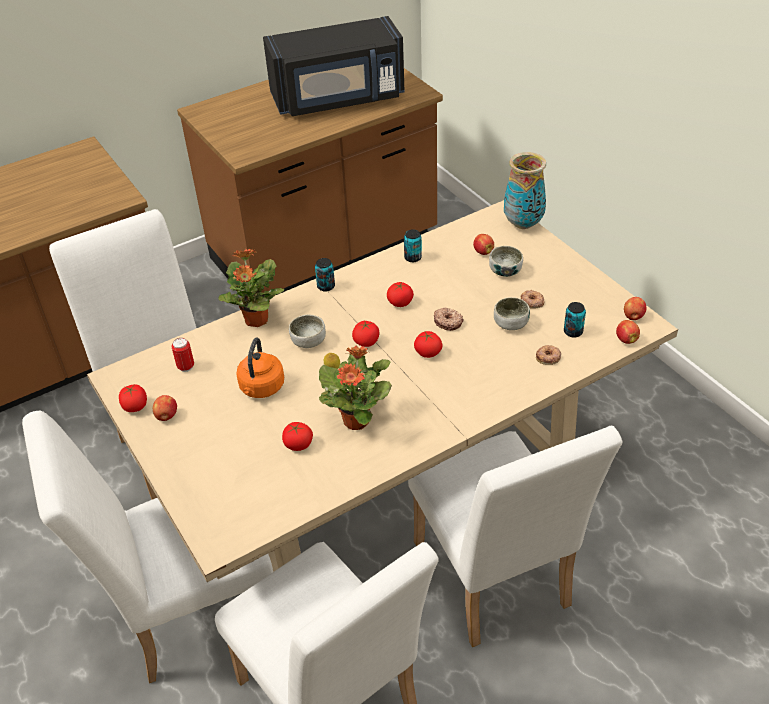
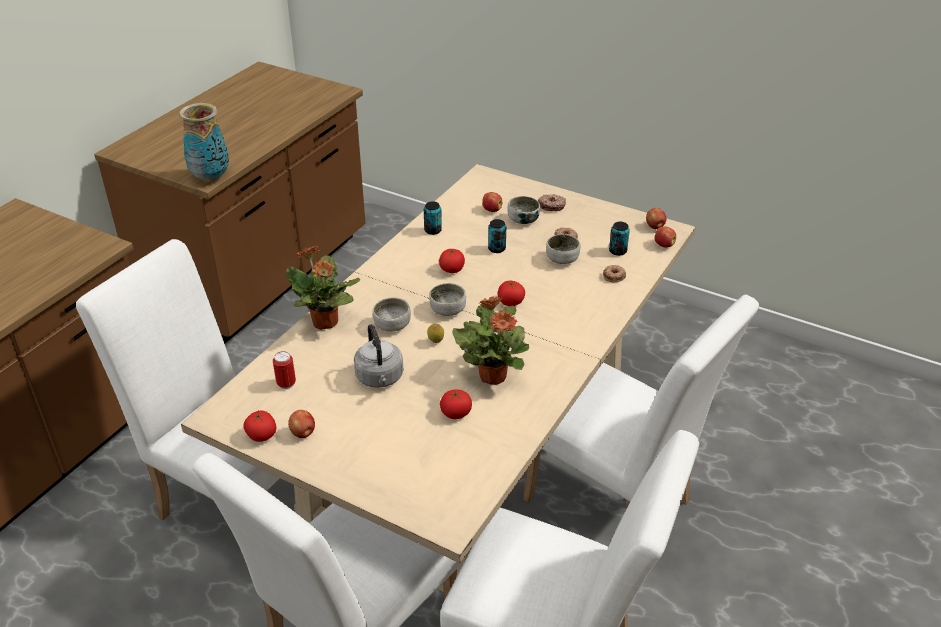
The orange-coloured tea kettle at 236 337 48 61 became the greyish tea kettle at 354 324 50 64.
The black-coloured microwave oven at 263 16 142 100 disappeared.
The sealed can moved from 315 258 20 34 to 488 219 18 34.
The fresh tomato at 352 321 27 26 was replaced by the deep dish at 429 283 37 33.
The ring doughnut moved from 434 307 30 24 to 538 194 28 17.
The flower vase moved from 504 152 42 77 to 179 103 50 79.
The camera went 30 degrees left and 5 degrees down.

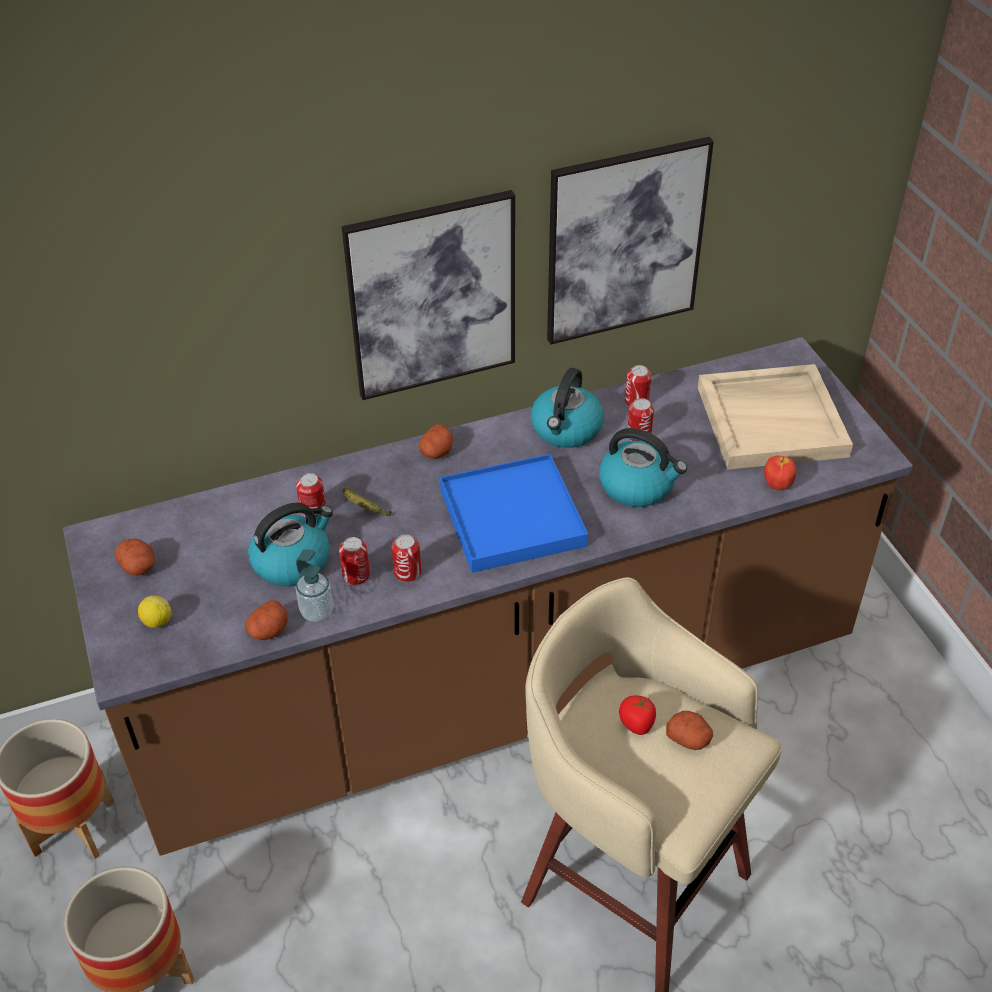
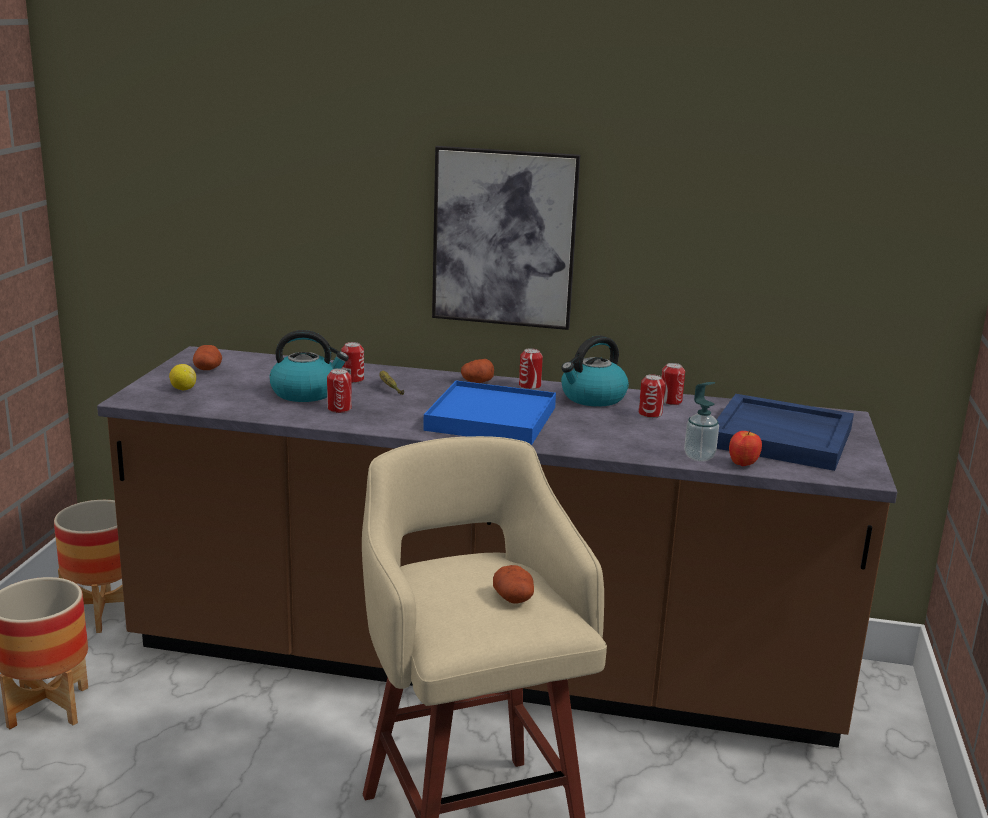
The spud at 245 600 43 40 disappeared.
The soap bottle moved from 295 549 38 73 to 684 382 35 79.
The sealed can moved from 391 534 30 48 to 519 348 24 42.
The wall art at 547 137 167 208 disappeared.
The tea kettle at 599 428 88 79 disappeared.
The fresh tomato at 619 695 37 40 disappeared.
The beige-coloured carrying tray at 698 364 155 106 became the blue carrying tray at 717 394 137 77.
The camera went 30 degrees right and 25 degrees down.

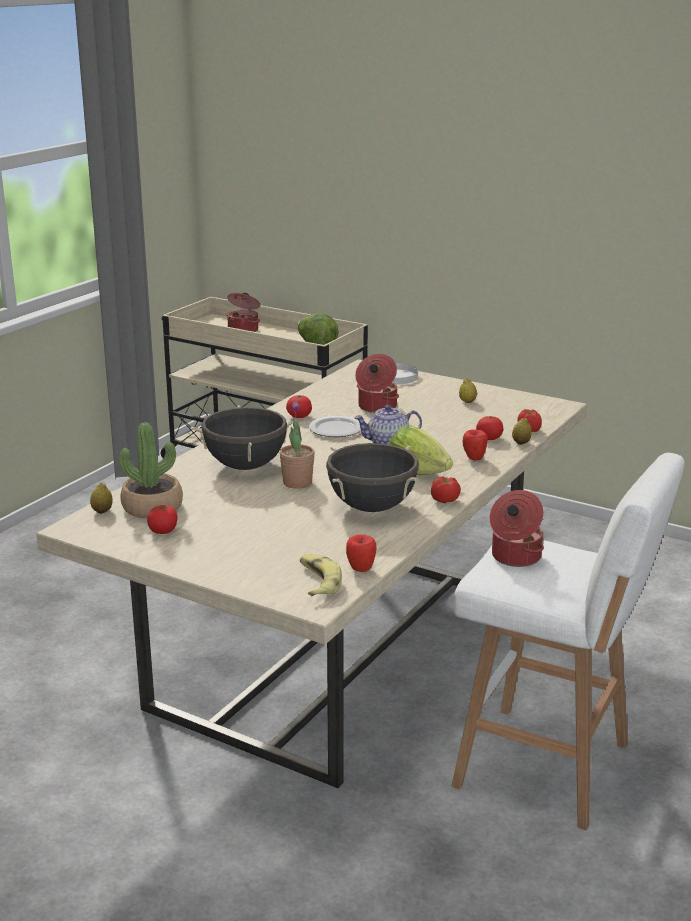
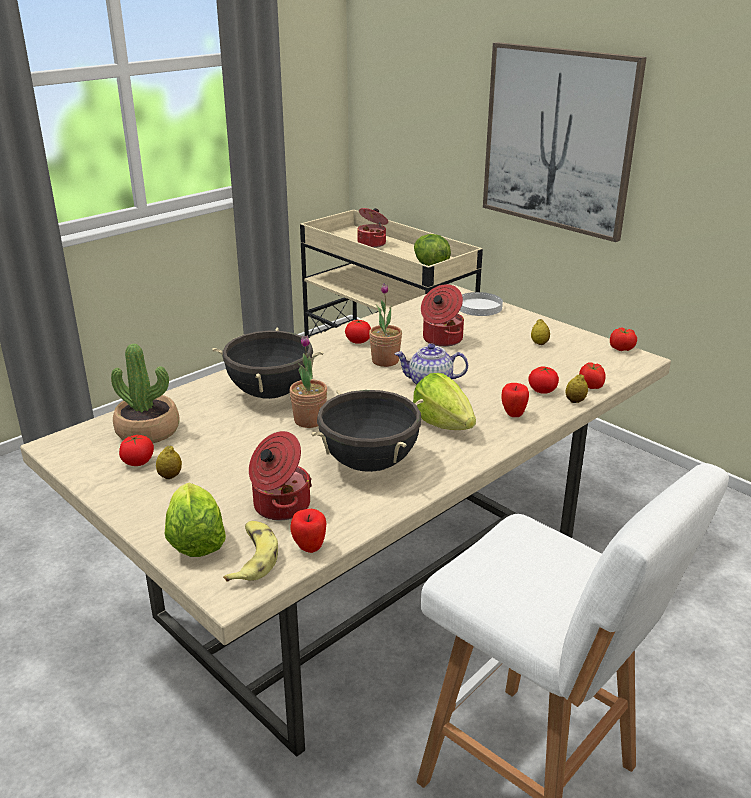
The whole lemon moved from 90 483 23 31 to 156 446 26 33.
The plate at 309 416 52 21 was replaced by the plant in a pot at 369 283 33 84.
The fresh tomato moved from 431 476 30 27 to 610 328 27 23.
The saucepot moved from 490 490 54 77 to 249 431 63 89.
The lettuce at 165 483 61 74 appeared.
The wall art at 483 42 164 200 appeared.
The camera went 15 degrees right and 5 degrees up.

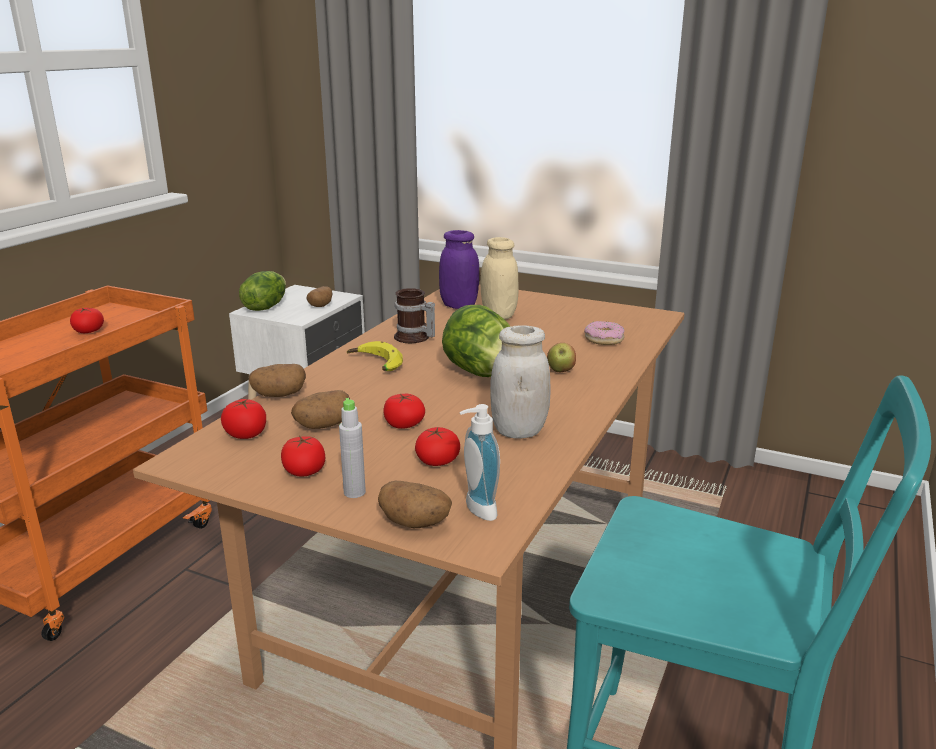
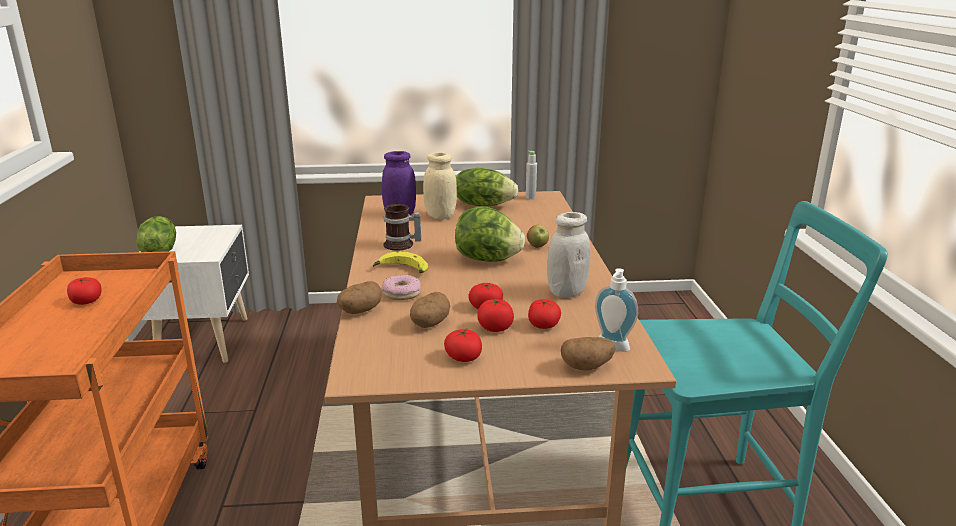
The fresh tomato moved from 221 399 45 40 to 477 299 37 33.
The spud at 307 286 25 21 disappeared.
The greyish bottle moved from 339 398 27 100 to 526 151 11 48.
The ring doughnut moved from 584 321 41 24 to 382 275 39 25.
The lettuce at 456 168 62 38 appeared.
The camera went 30 degrees left and 0 degrees up.

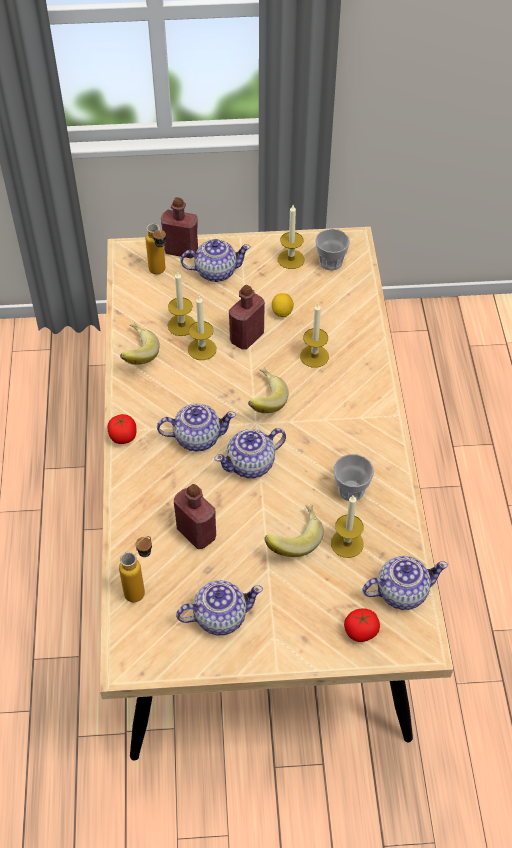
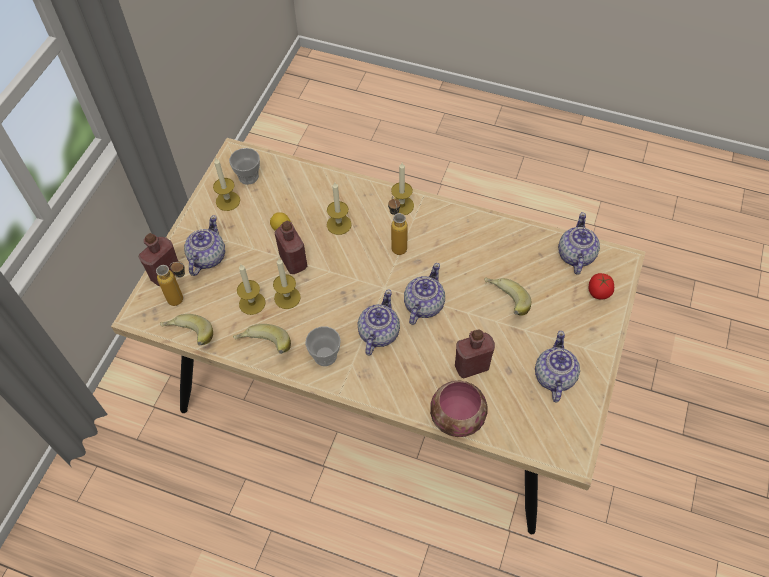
The fresh tomato at 107 414 30 30 disappeared.
The bottle moved from 119 536 33 66 to 388 196 20 59.
The tea pot at 214 428 72 50 turned 150 degrees counterclockwise.
The banana fruit moved from 248 367 41 46 to 160 314 53 32.
The candle moved from 331 495 33 63 to 391 163 23 52.
The small cup moved from 334 454 40 47 to 305 326 36 40.
The deep dish at 430 380 58 57 appeared.
The camera went 65 degrees left and 5 degrees up.

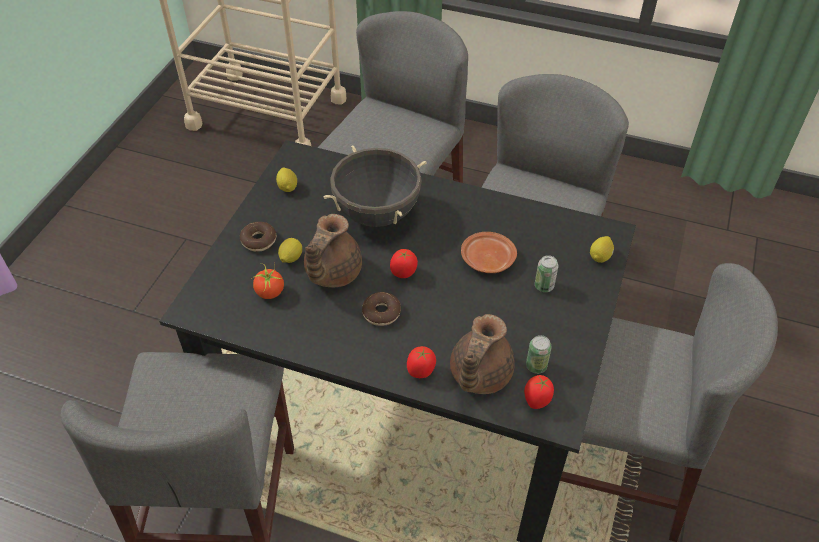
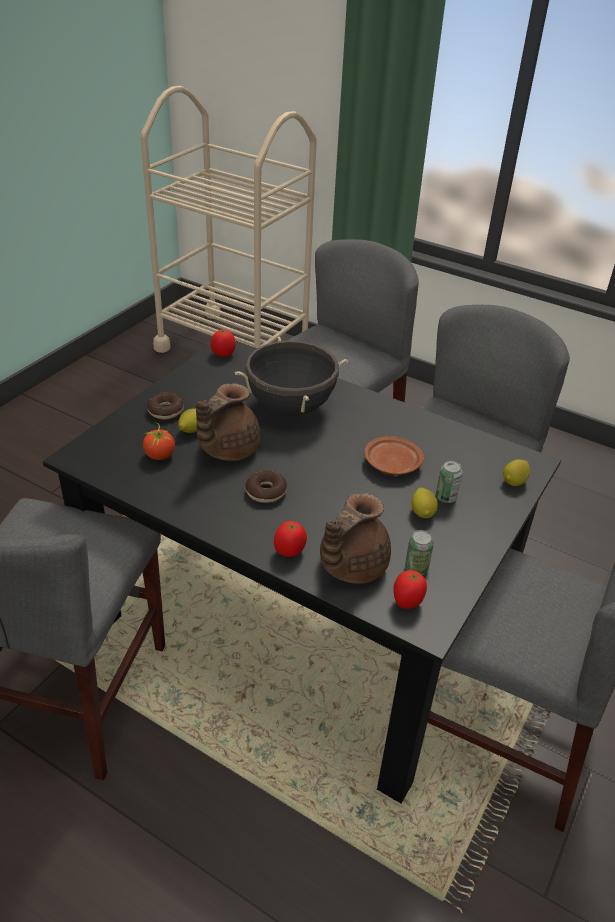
The whole lemon moved from 276 167 21 25 to 411 488 27 31.
The fresh tomato moved from 390 249 28 29 to 211 329 25 28.
The camera went 10 degrees right and 10 degrees down.

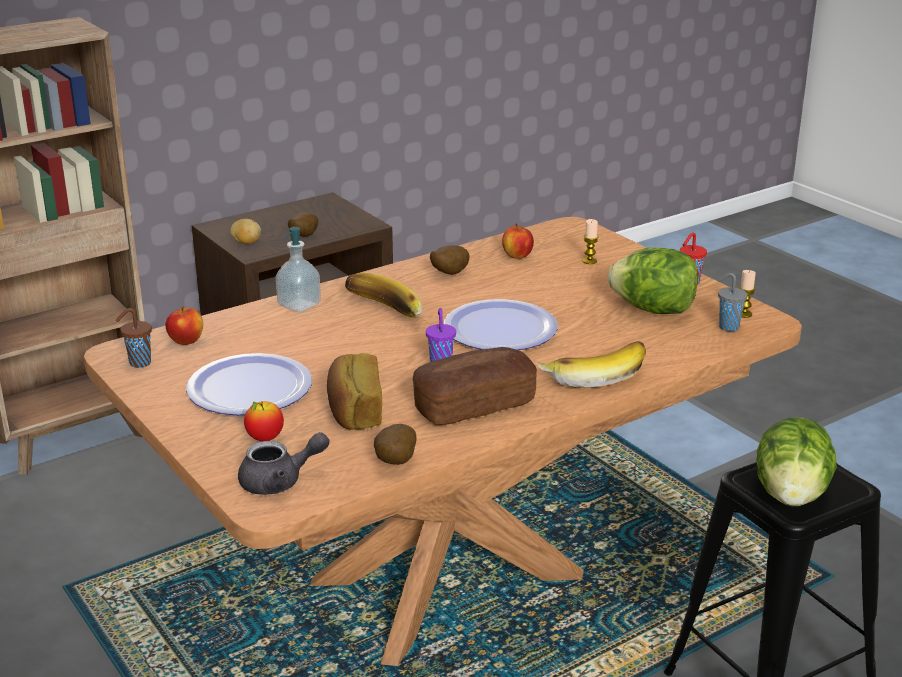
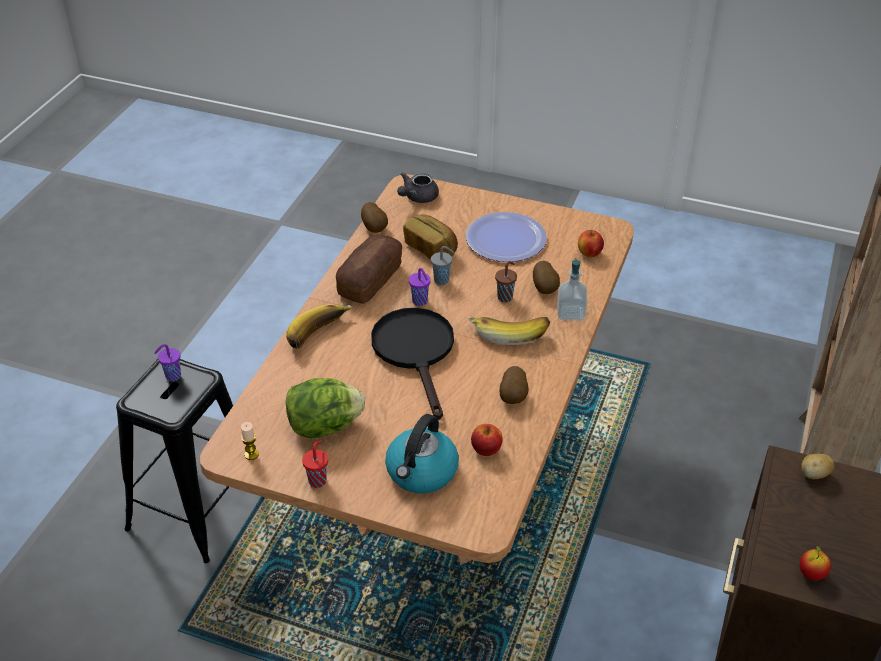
The brown small cup moved from 116 308 36 60 to 495 261 22 41.
The apple fruit moved from 244 401 40 40 to 799 545 32 35.
The spud moved from 288 212 30 25 to 533 261 27 33.
The plate at 444 299 114 51 was replaced by the black-coloured pan at 371 308 83 112.
The candle at 582 219 16 45 was replaced by the tea kettle at 385 414 74 79.
The greyish small cup moved from 718 273 30 58 to 431 246 24 39.
The lettuce at 756 417 81 89 was replaced by the purple-coloured small cup at 154 344 27 38.
The camera went 145 degrees right and 15 degrees up.

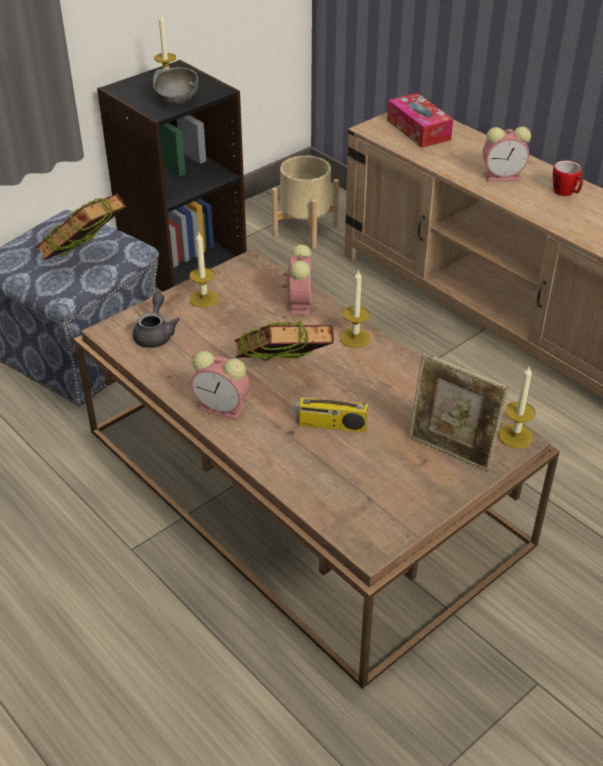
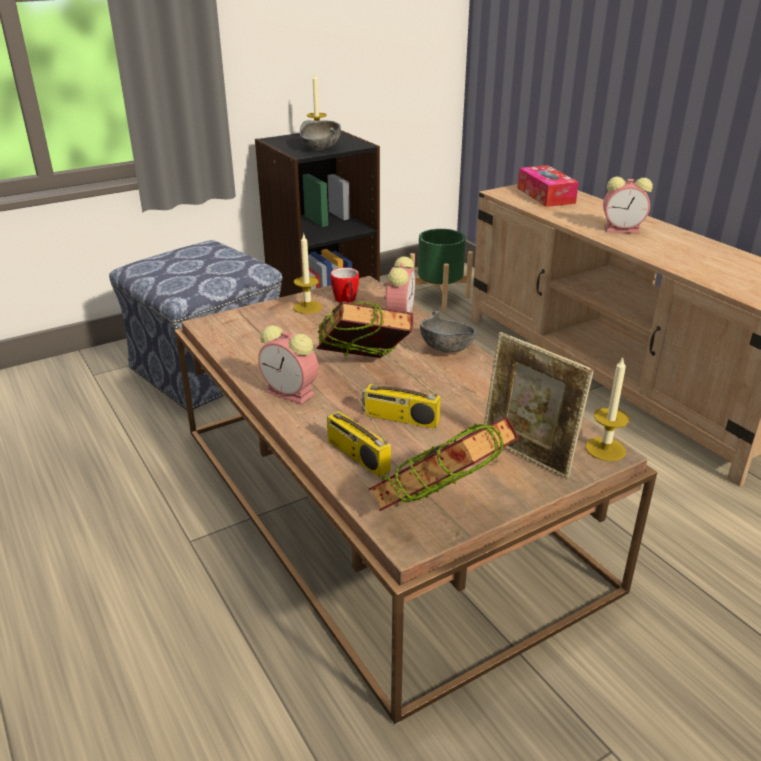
The volume moved from 35 194 91 66 to 368 417 151 94.
The greyish tea pot at 133 293 47 55 disappeared.
The beige-coloured plant pot at 272 155 67 94 became the green-coloured plant pot at 410 229 63 83.
The candle at 340 269 31 79 was replaced by the greyish deep dish at 420 311 56 42.
The coffee mug moved from 553 160 30 36 to 330 268 29 35.
The radio set at 327 376 64 101 appeared.
The camera went 10 degrees right and 10 degrees down.

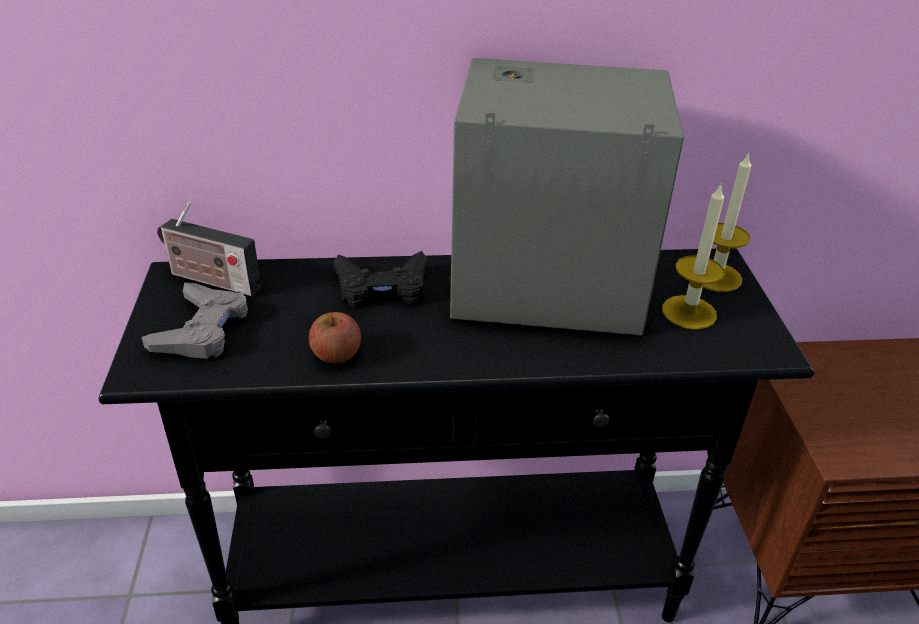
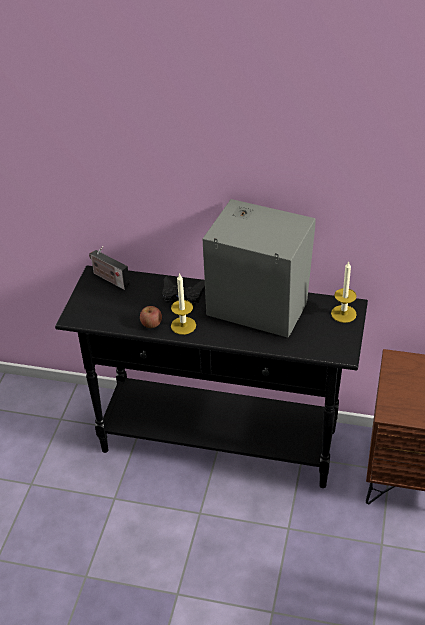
The greyish joypad at 141 282 107 77 disappeared.
The candle moved from 662 184 62 146 to 171 273 25 62.
The camera went 20 degrees right and 5 degrees up.

